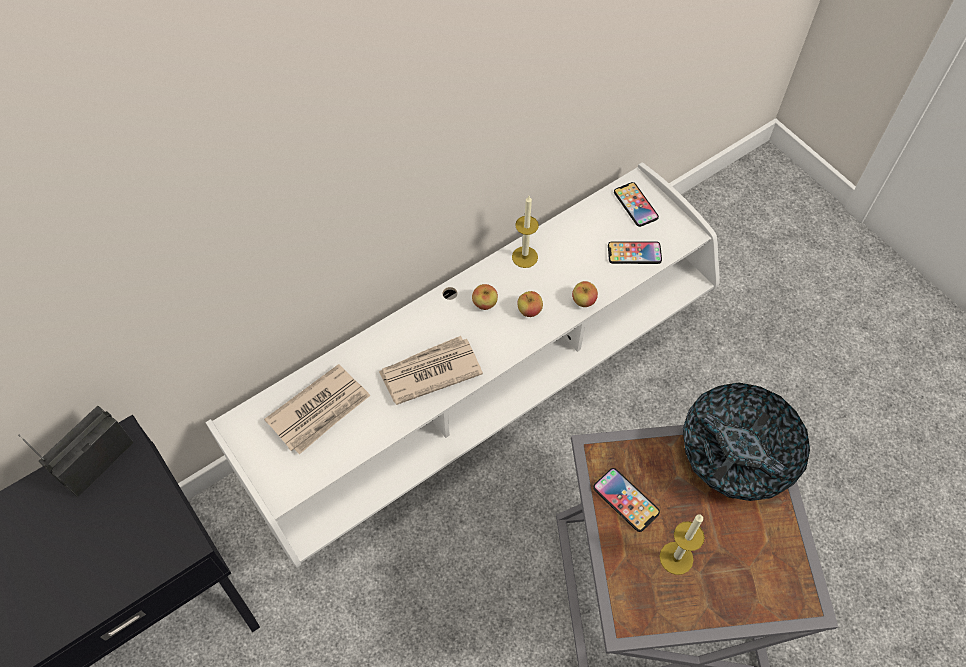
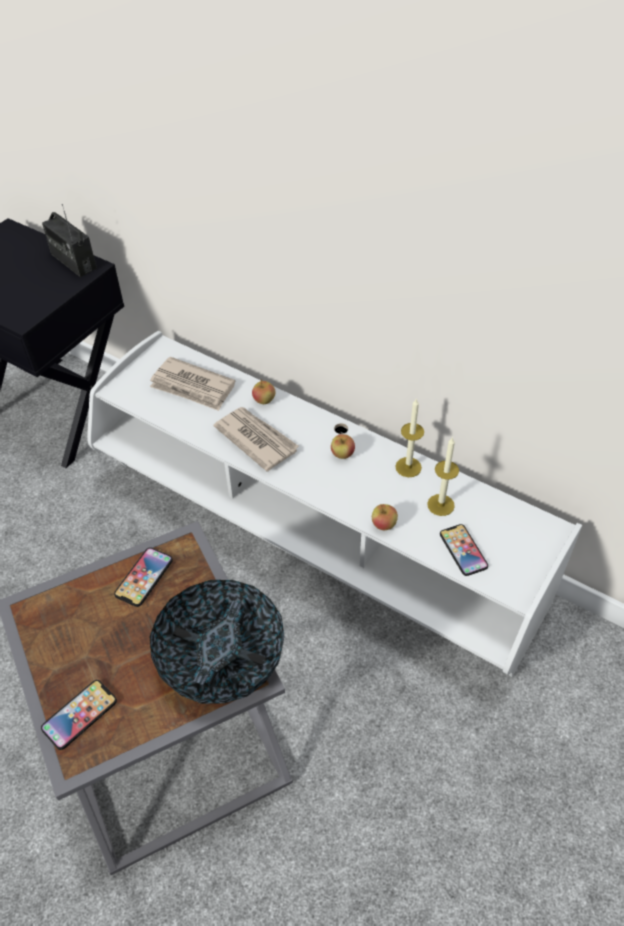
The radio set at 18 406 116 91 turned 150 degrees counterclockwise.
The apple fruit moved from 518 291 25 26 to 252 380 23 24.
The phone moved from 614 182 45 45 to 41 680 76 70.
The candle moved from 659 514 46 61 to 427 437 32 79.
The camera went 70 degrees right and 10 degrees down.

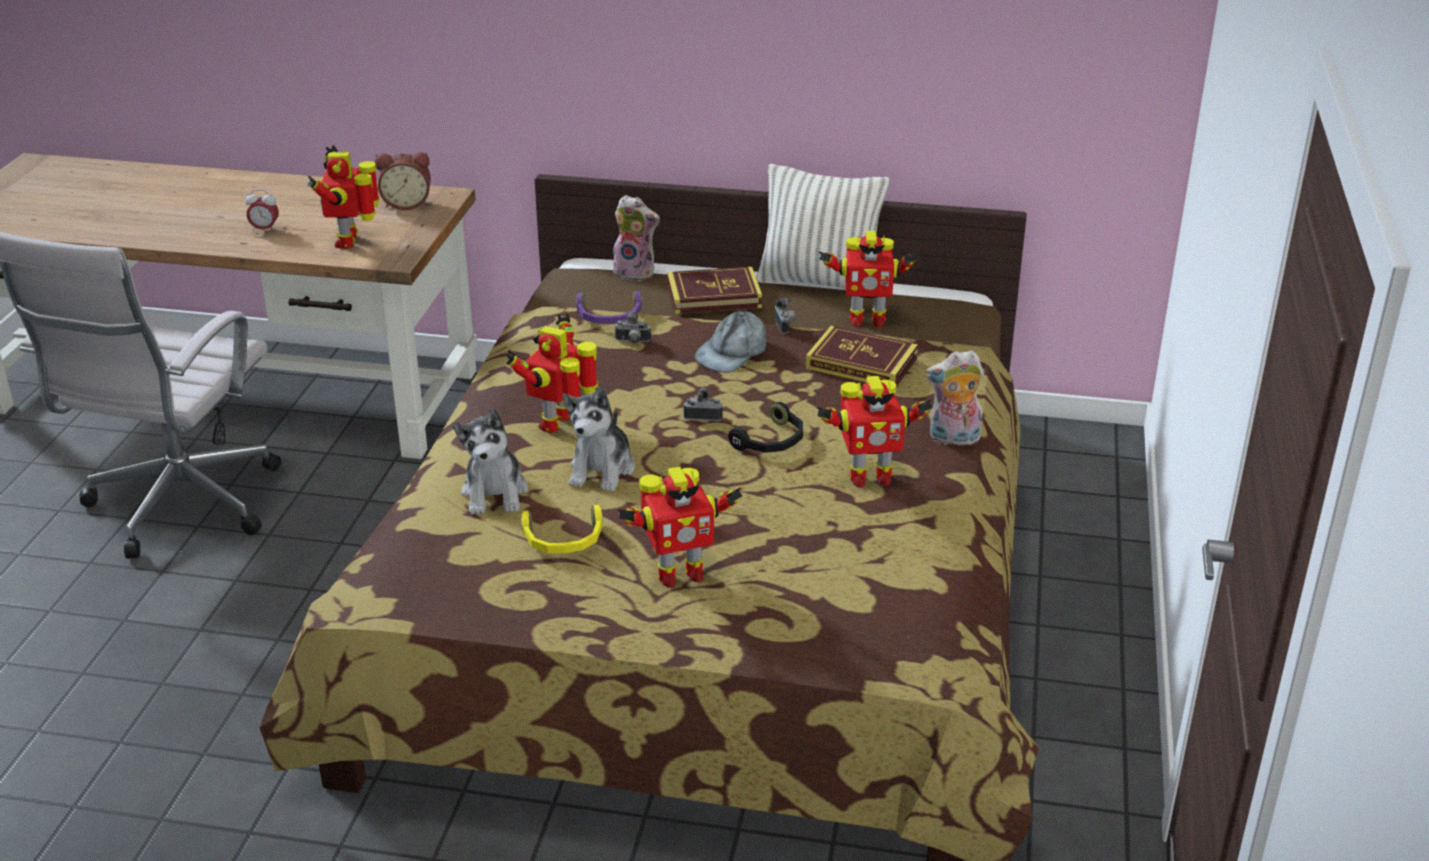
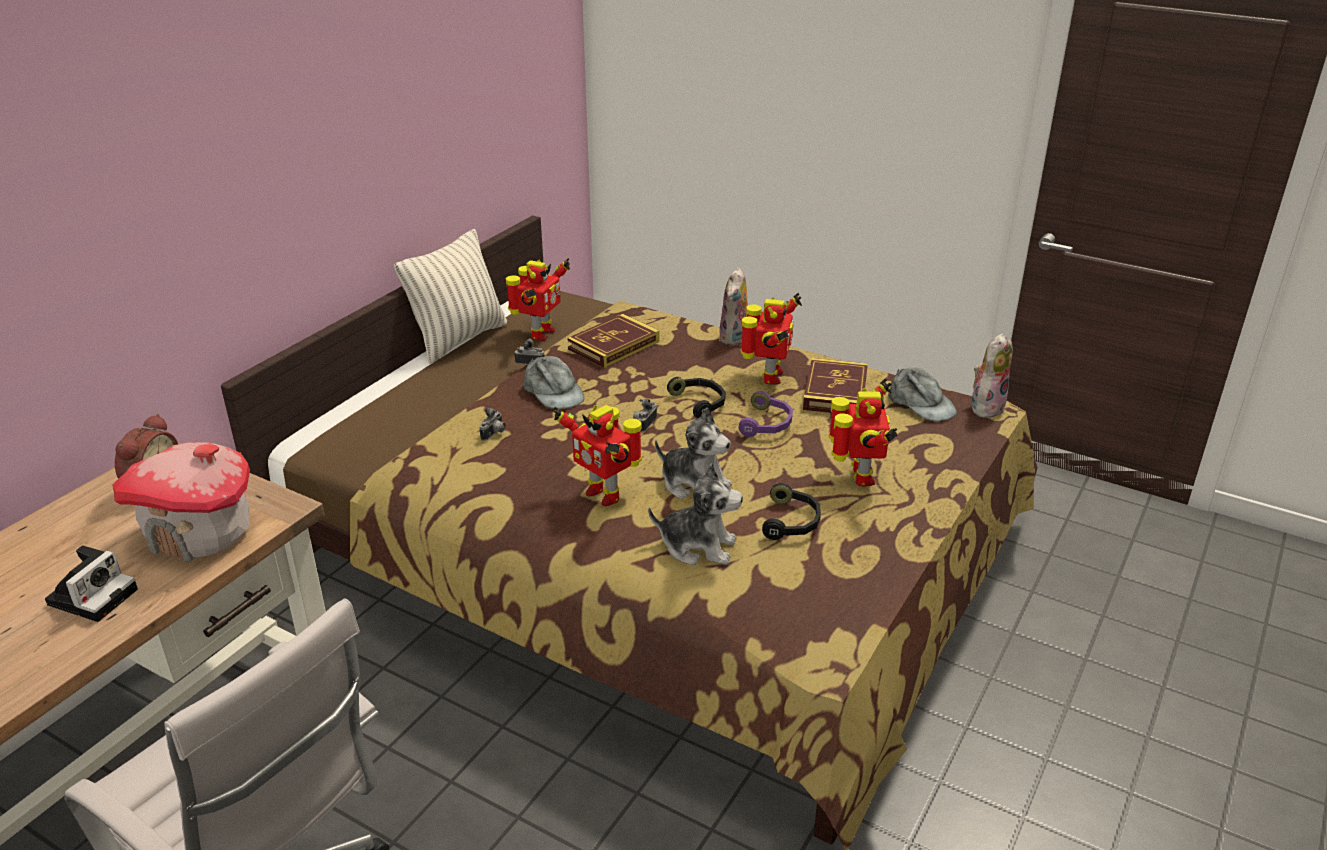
The table clock at 245 190 34 42 was replaced by the still camera at 45 545 93 77.
The toy robot at 307 145 73 104 was replaced by the model house at 112 442 138 120.
The yellowish pair of headphones at 521 505 82 48 became the black-coloured pair of headphones at 762 483 59 57.
The purple-coloured pair of headphones moved from 576 291 66 33 to 739 391 54 46.
The plush toy moved from 613 195 47 86 to 971 333 42 85.
The volume moved from 667 267 95 47 to 803 358 65 55.
The greyish baseball cap at 888 367 69 54 appeared.
The camera went 70 degrees left and 0 degrees up.

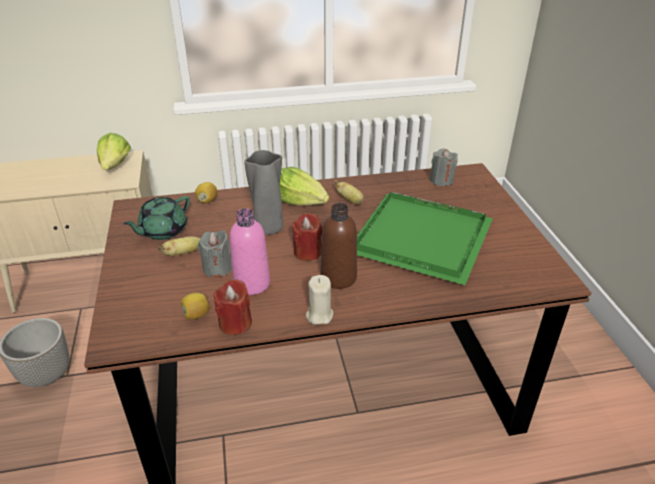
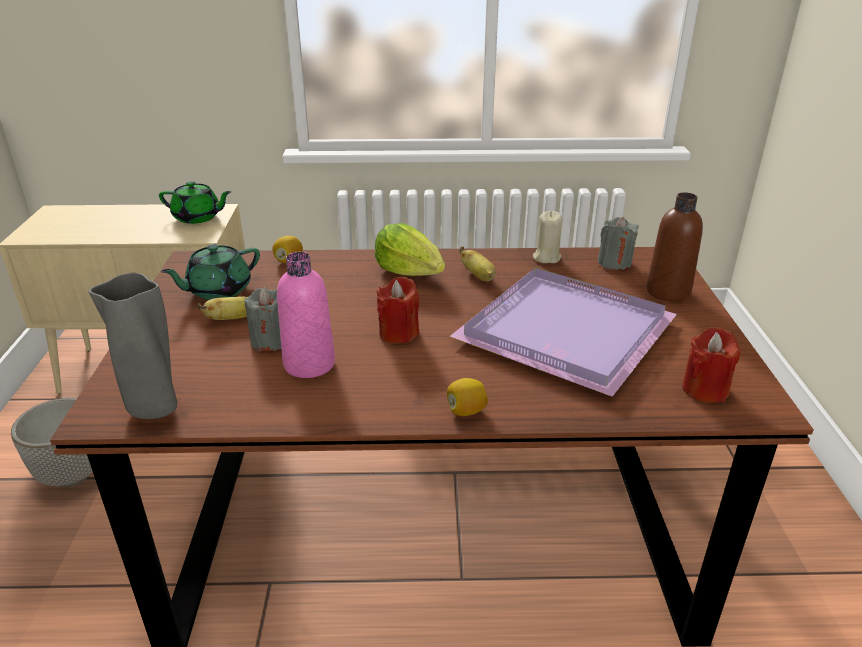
The lettuce at 97 133 34 37 was replaced by the green-coloured tea pot at 159 181 72 43.
The whole lemon moved from 181 293 29 27 to 447 378 41 38.
The reddish candle moved from 213 279 39 56 to 682 327 58 76.
The greyish flower vase moved from 244 150 39 85 to 89 273 88 146.
The beige-coloured candle moved from 306 275 27 50 to 533 211 29 52.
The brown bottle moved from 321 203 36 86 to 646 192 57 110.
The green-coloured carrying tray at 357 192 136 93 became the purple-coloured carrying tray at 449 268 228 129.
The camera went 10 degrees right and 5 degrees down.

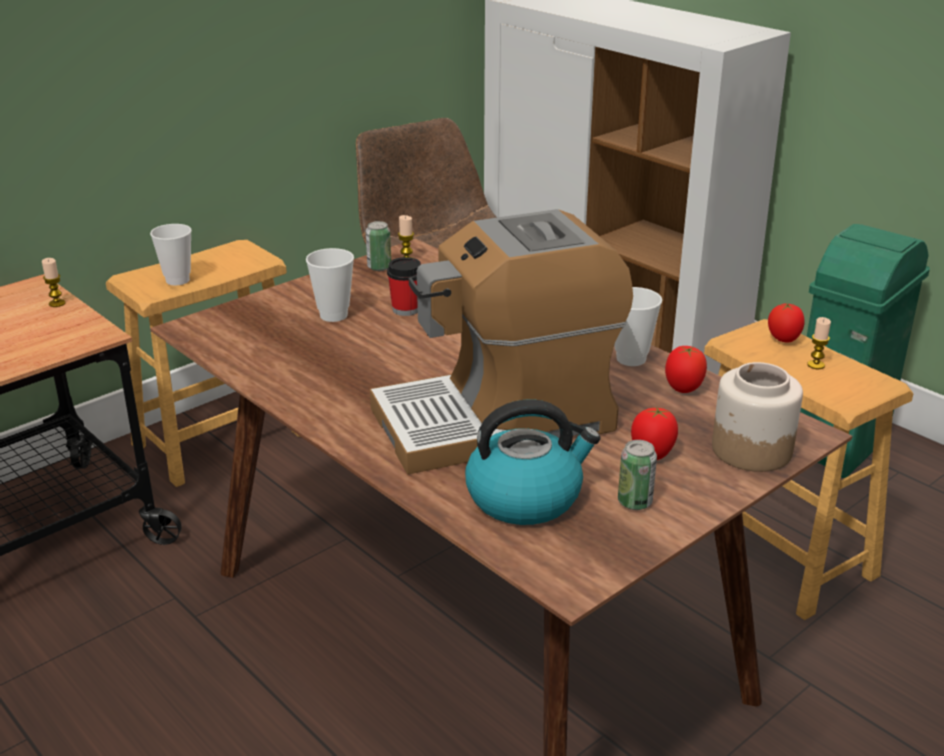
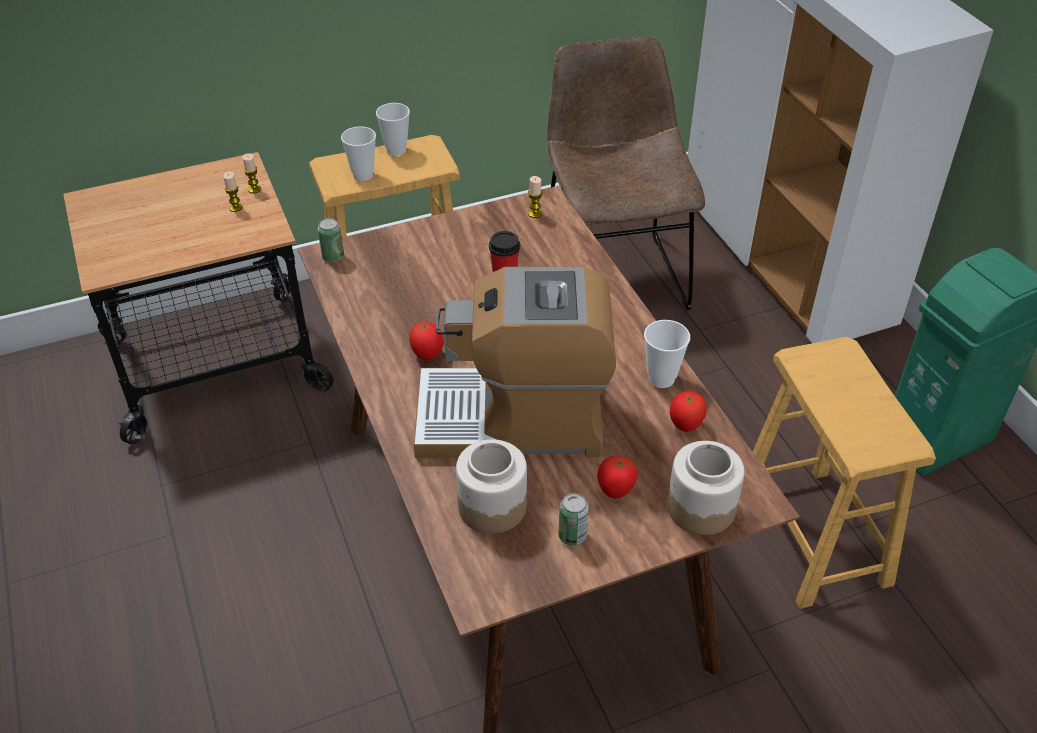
The small cup moved from 306 248 48 74 to 376 103 34 53.
The sealed can moved from 366 221 25 50 to 318 218 26 44.
The tea kettle at 465 399 135 126 was replaced by the storage jar at 456 439 71 95.
The fresh tomato moved from 768 303 37 40 to 409 322 35 38.
The candle moved from 807 317 24 52 to 223 172 20 40.
The camera went 20 degrees right and 15 degrees up.

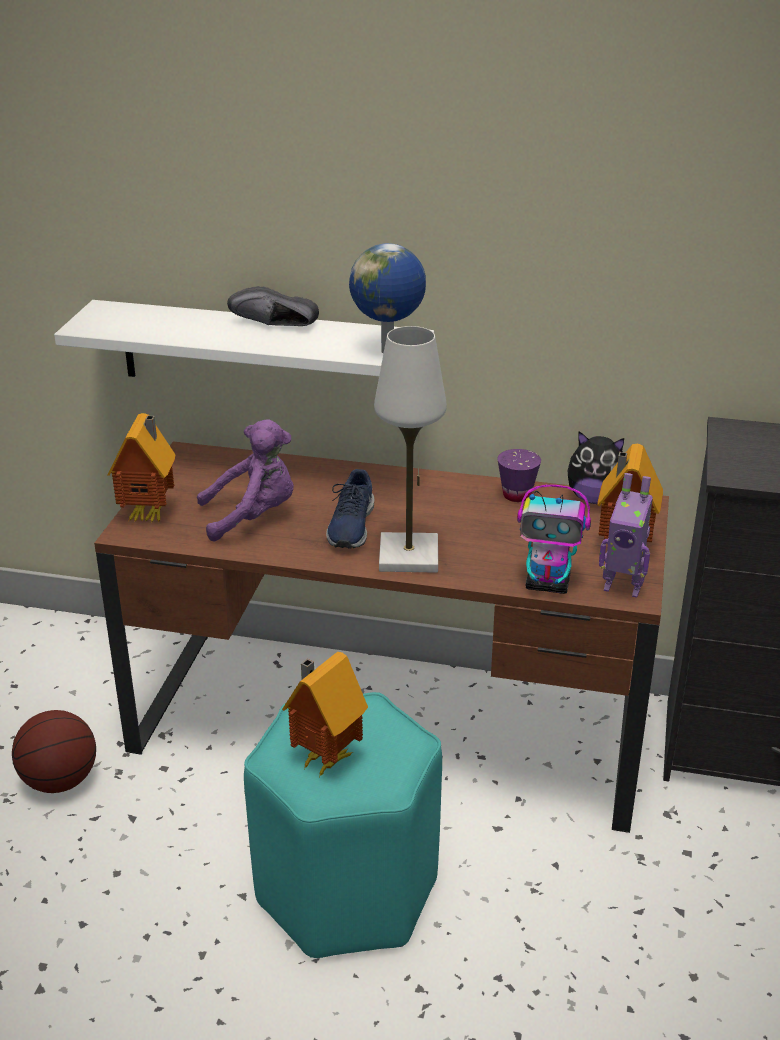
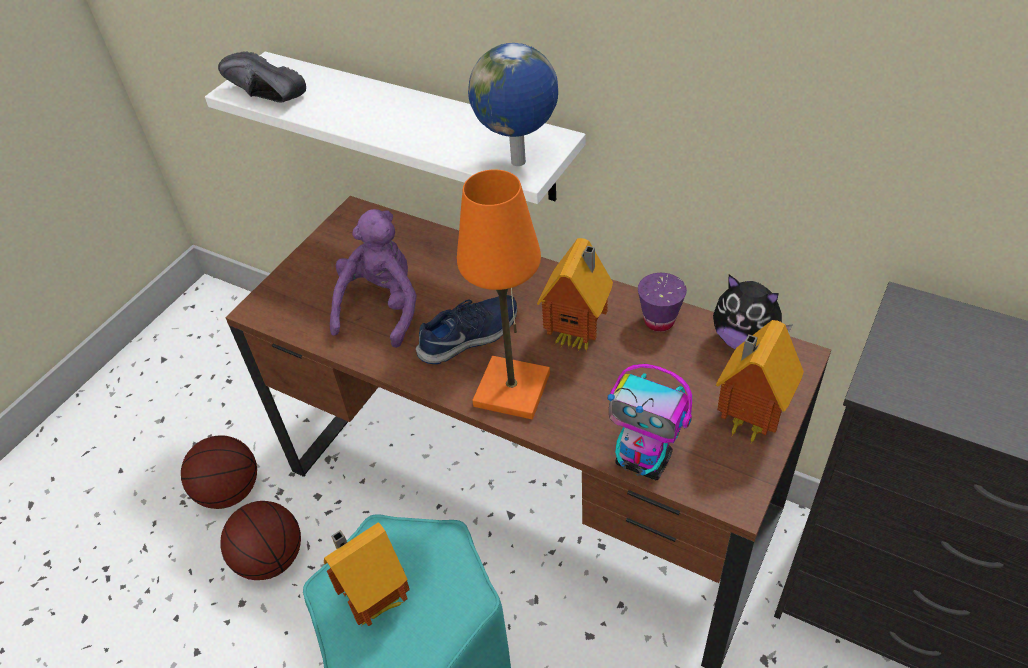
The model house moved from 108 413 68 109 to 537 238 76 113.
The purple-coloured plush toy at 197 419 97 122 turned 75 degrees counterclockwise.
The black-coloured shoe moved from 227 286 92 40 to 218 51 88 52.
The blue shoe at 326 469 48 79 turned 150 degrees counterclockwise.
The white-coloured lamp for a table at 374 326 73 247 became the orange-coloured lamp for a table at 457 169 93 250.
The toy robot at 599 473 54 125 disappeared.
The basketball ball at 221 501 80 79 appeared.
The camera went 20 degrees right and 15 degrees up.

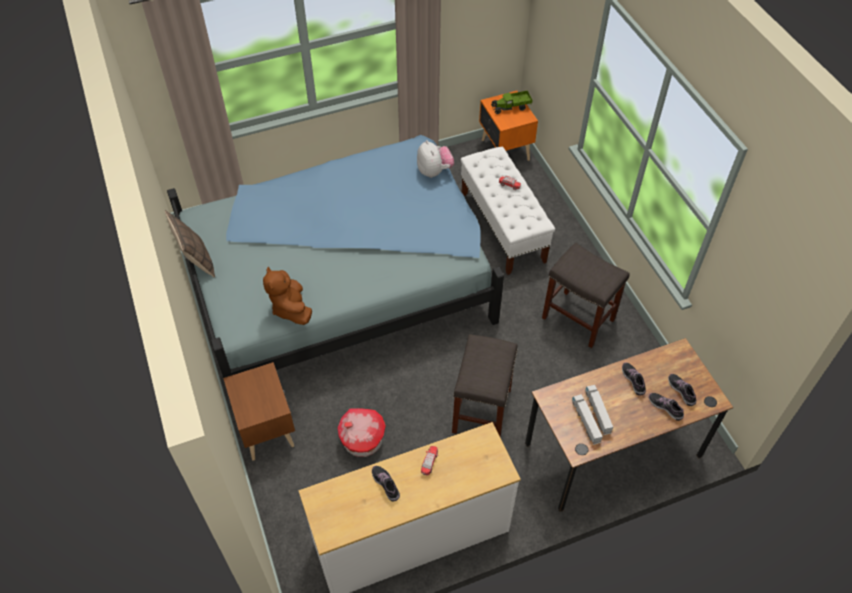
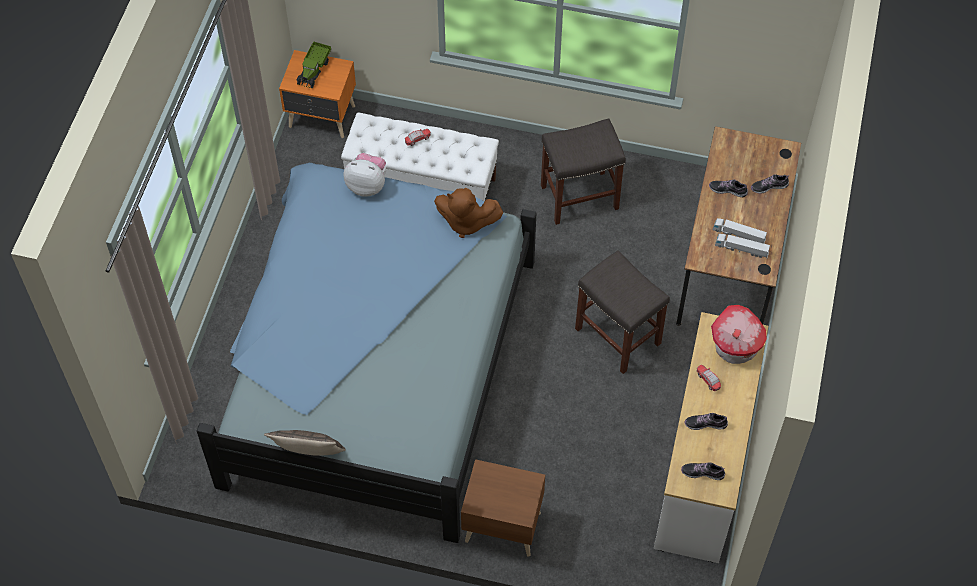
The brown plush toy moved from 263 267 49 58 to 434 188 69 50.
The model house moved from 338 408 48 49 to 711 305 56 59.
The shoe moved from 668 374 28 32 to 681 462 44 18.
The camera went 55 degrees left and 5 degrees up.

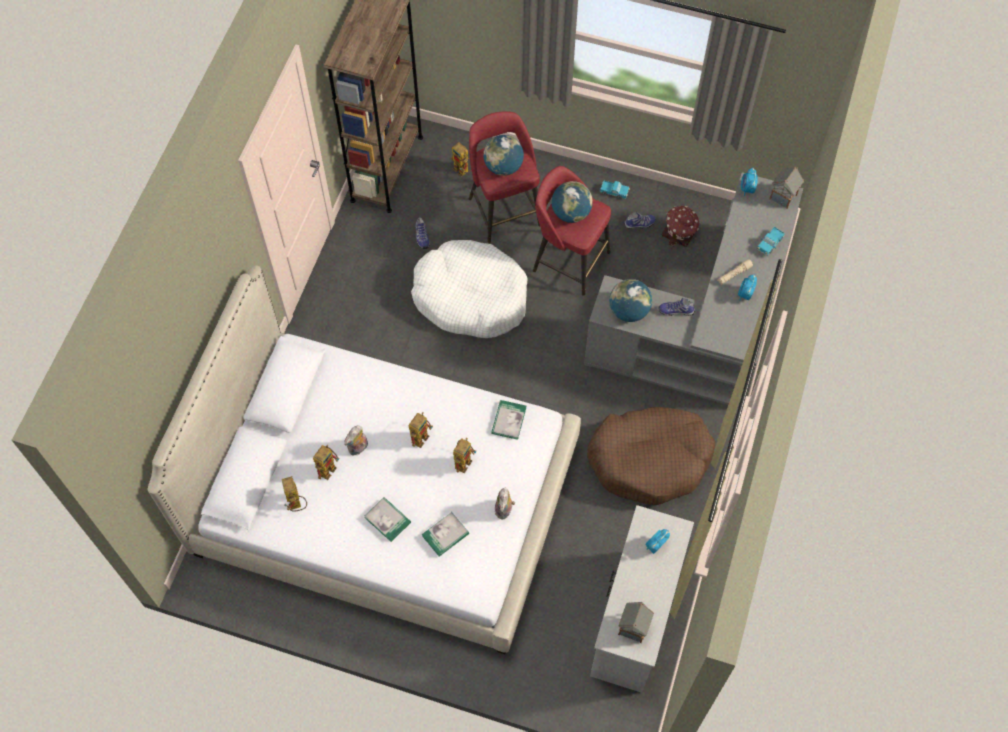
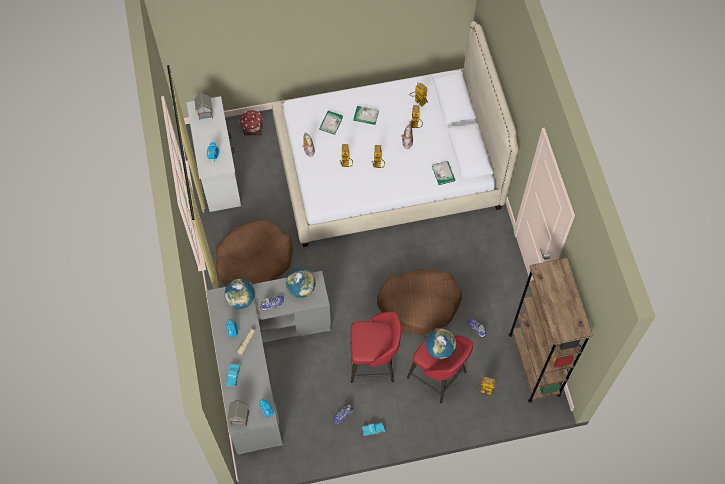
The white-coloured dog cushion at 411 240 117 98 became the brown dog cushion at 377 269 85 66.
The volume moved from 491 400 35 40 to 432 161 23 24.
The desk globe moved from 552 181 41 42 to 225 279 30 30.
The model house moved from 662 206 38 41 to 239 109 24 26.
The camera went 150 degrees right and 0 degrees up.

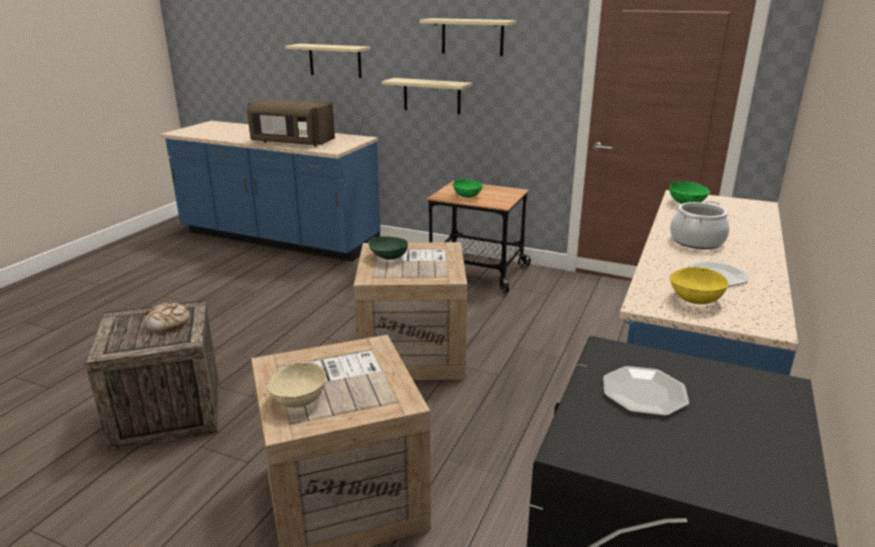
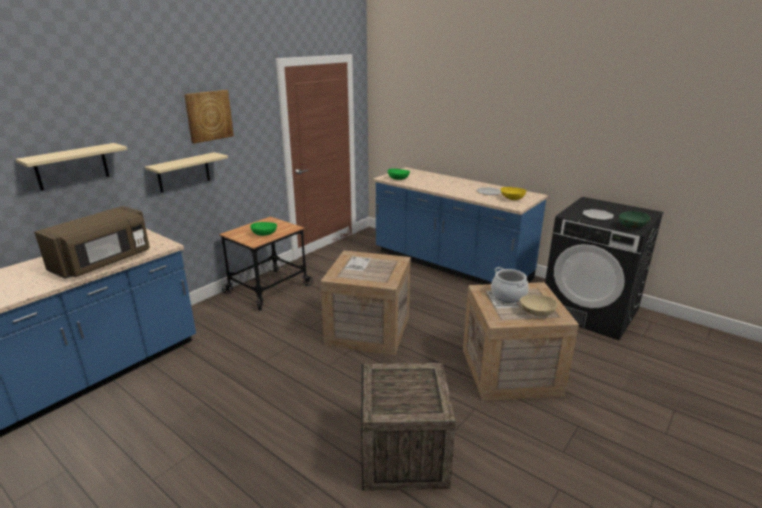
The bread at 145 302 45 31 disappeared.
The green-coloured deep dish moved from 368 236 40 24 to 619 211 32 18.
The beige-coloured bracket shelf at 420 18 97 38 was replaced by the wall art at 184 90 50 54.
The saucepot moved from 670 200 60 50 to 491 267 37 36.
The camera went 75 degrees left and 0 degrees up.

